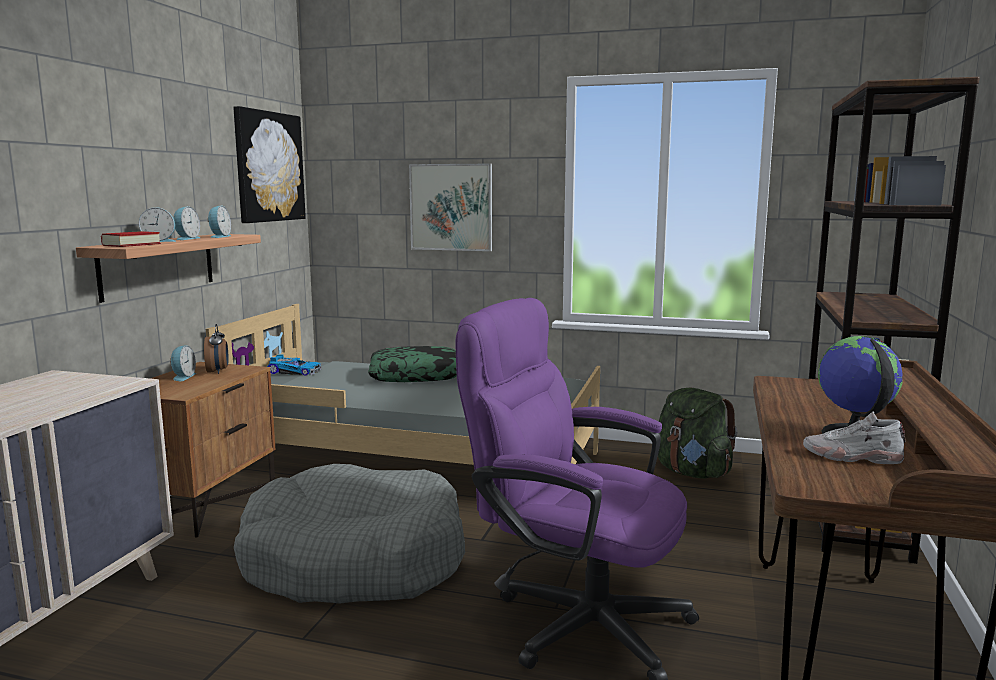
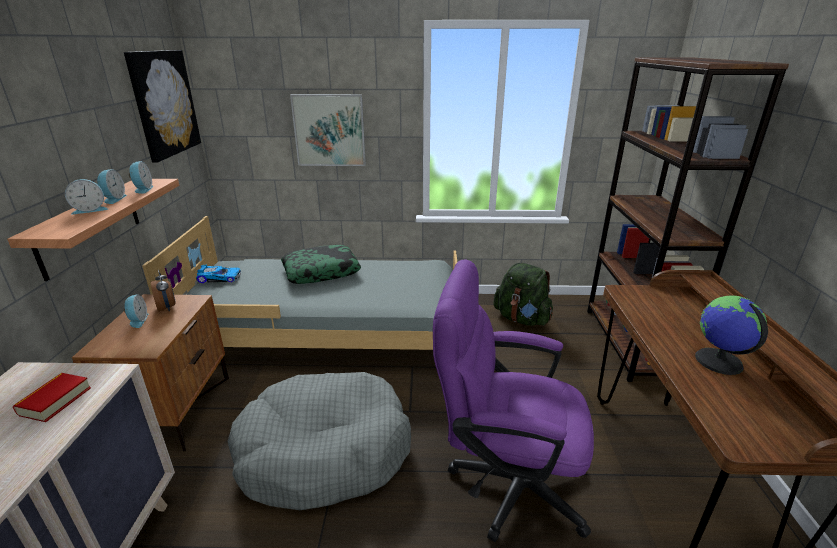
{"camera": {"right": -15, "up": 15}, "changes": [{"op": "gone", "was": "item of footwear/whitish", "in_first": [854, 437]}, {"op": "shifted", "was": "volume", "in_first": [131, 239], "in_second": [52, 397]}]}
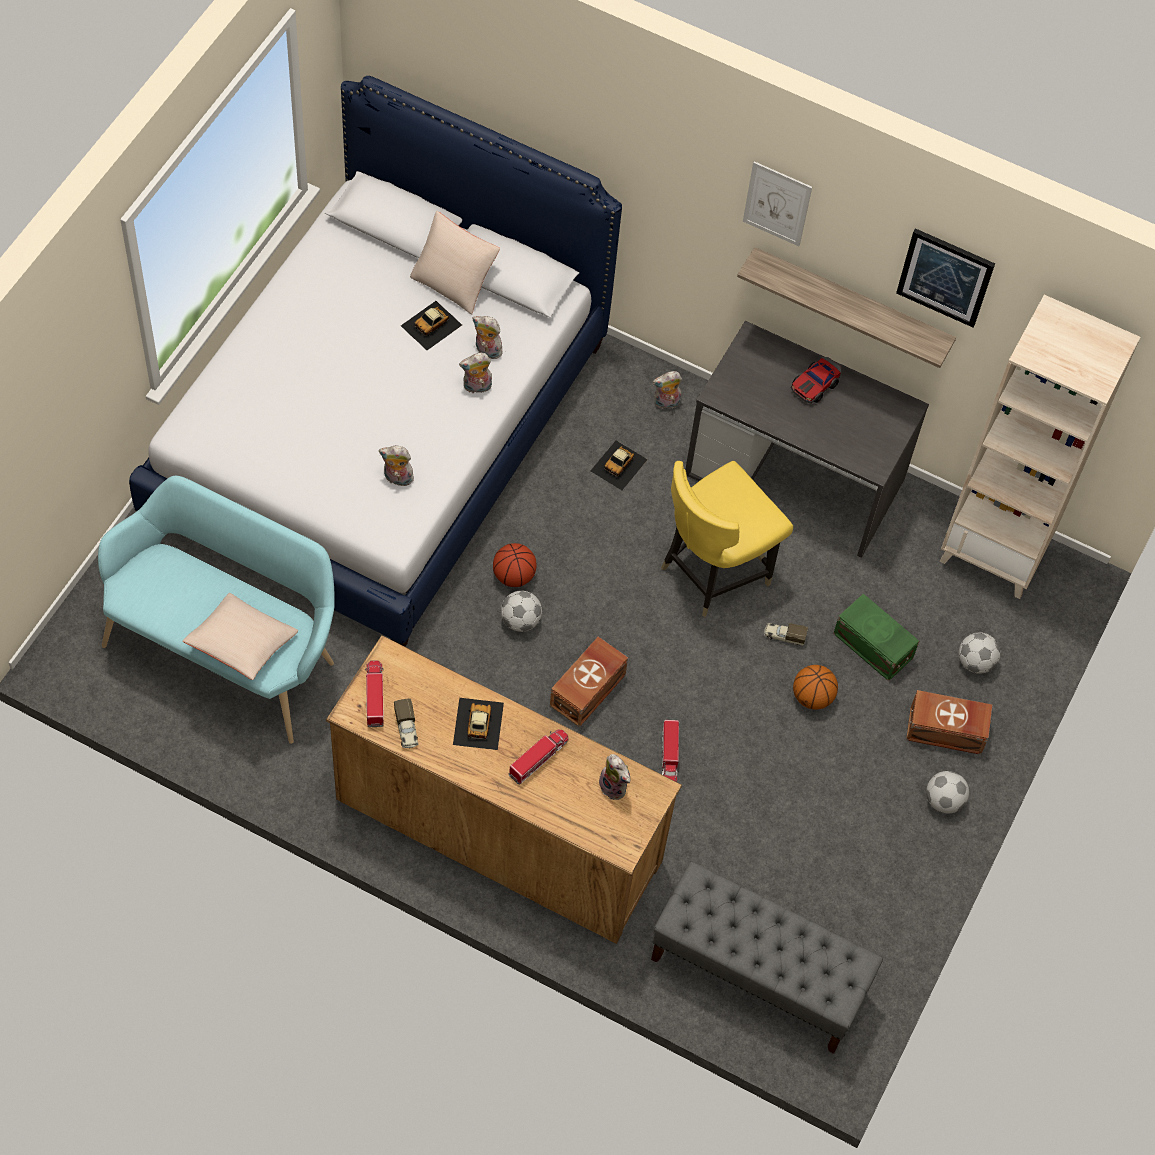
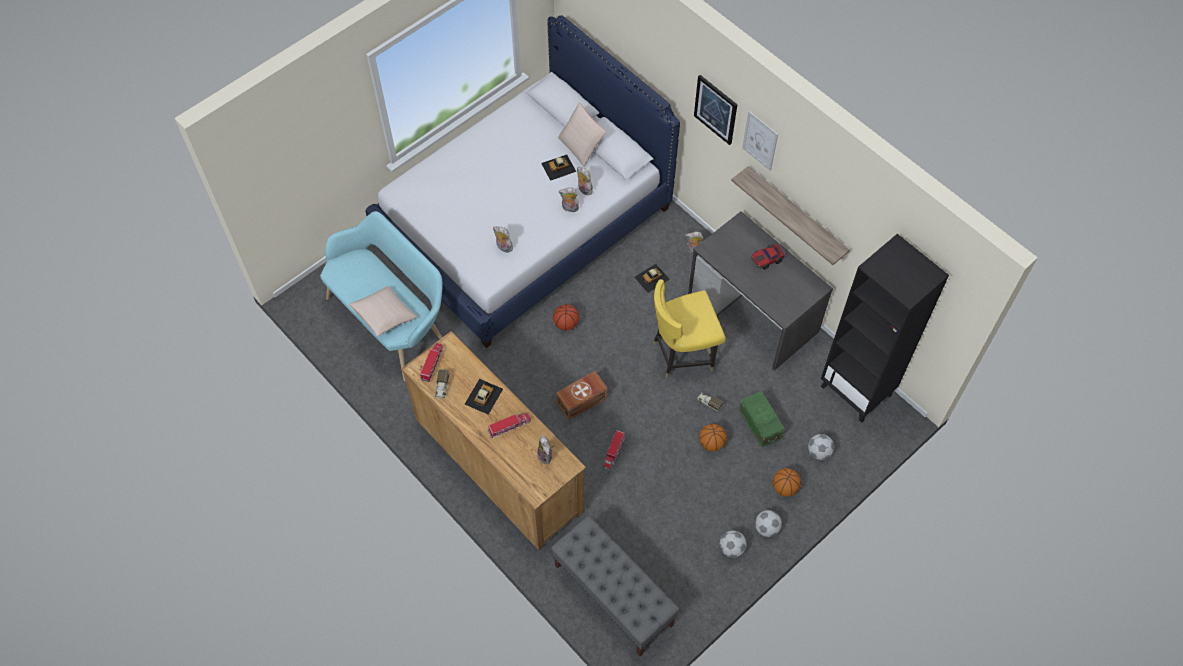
{"camera": {"right": 25, "up": 0}, "changes": [{"op": "shifted", "was": "ball for football", "in_first": [521, 611], "in_second": [733, 544]}, {"op": "shifted", "was": "wall art", "in_first": [945, 277], "in_second": [715, 110]}, {"op": "swapped", "was": "storage container/brownish", "now": "ball for basketball", "in_first": [949, 722], "in_second": [787, 482]}, {"op": "repainted", "was": "bookshelf/beige-coloured", "now": "bookshelf/blackish", "in_first": [1039, 447], "in_second": [885, 328]}]}
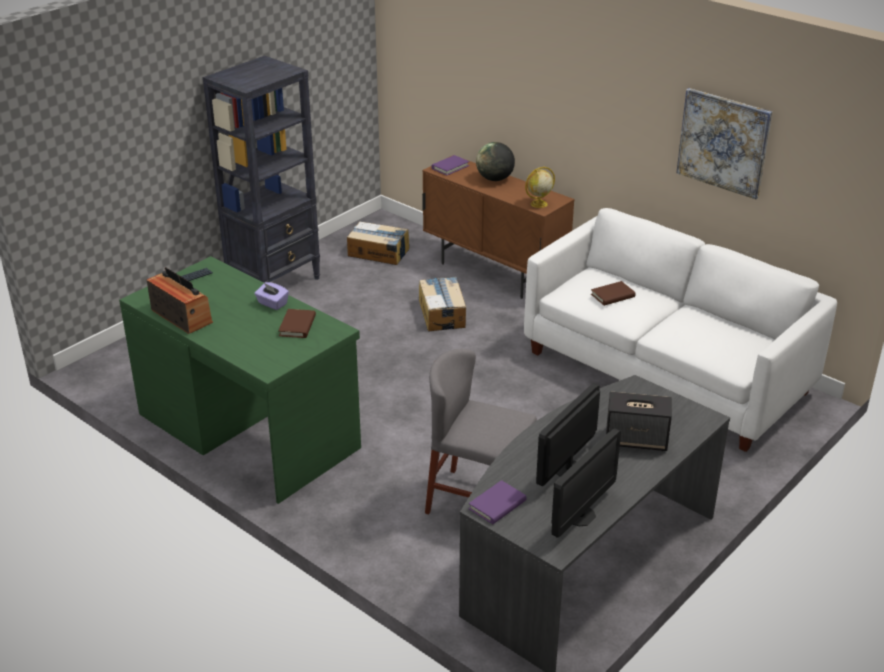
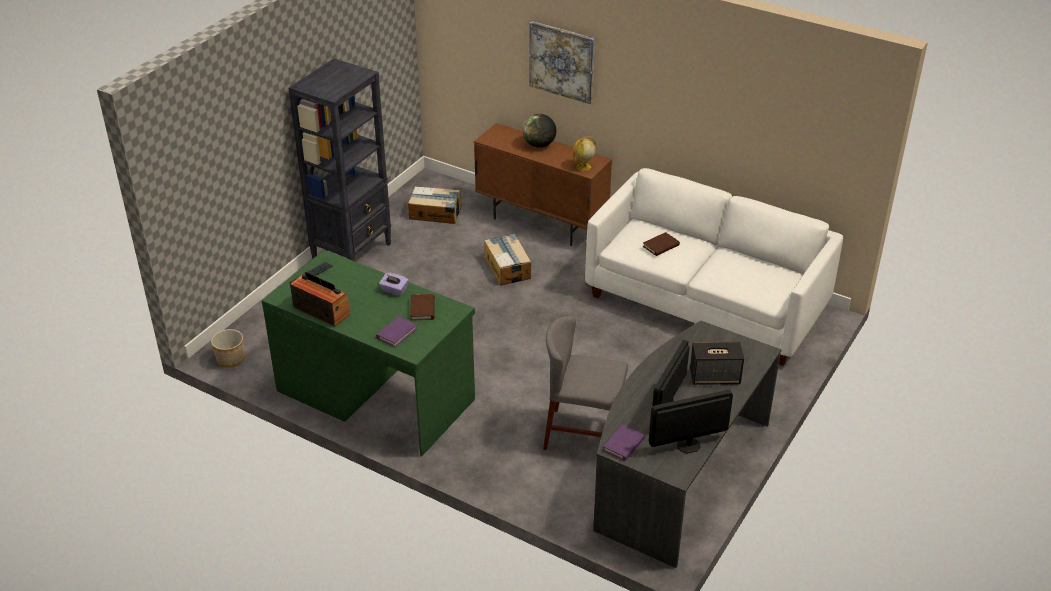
{"camera": {"right": -10, "up": 5}, "changes": [{"op": "new", "now": "flower pot", "in_second": [228, 348]}, {"op": "shifted", "was": "volume/purple", "in_first": [450, 165], "in_second": [397, 331]}, {"op": "shifted", "was": "wall art", "in_first": [724, 143], "in_second": [562, 62]}, {"op": "rotated", "was": "monitor", "in_first": [586, 483], "in_second": [691, 422], "clockwise": -135}]}
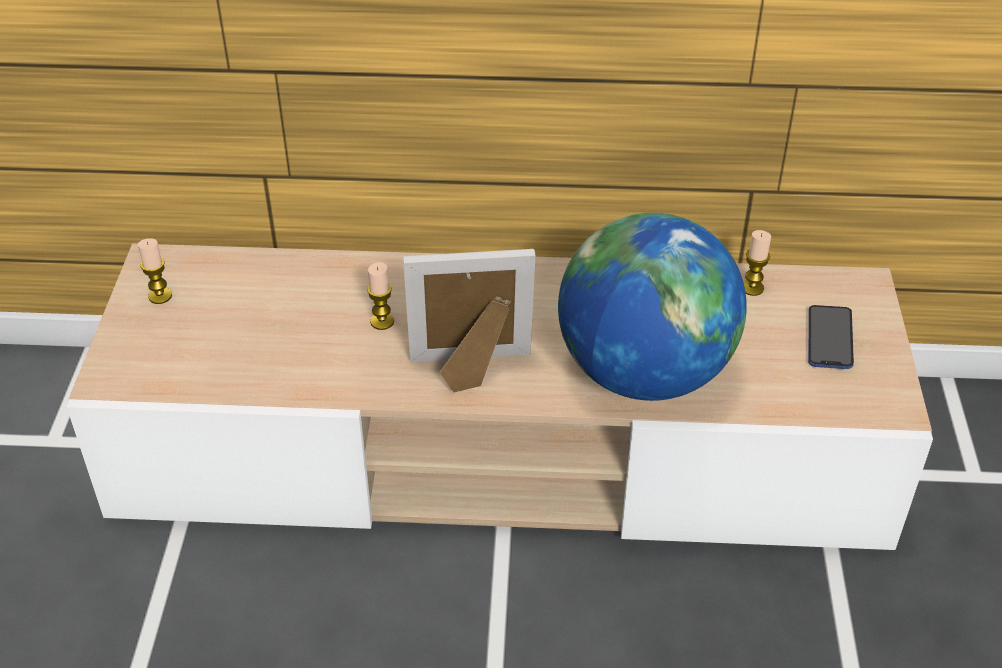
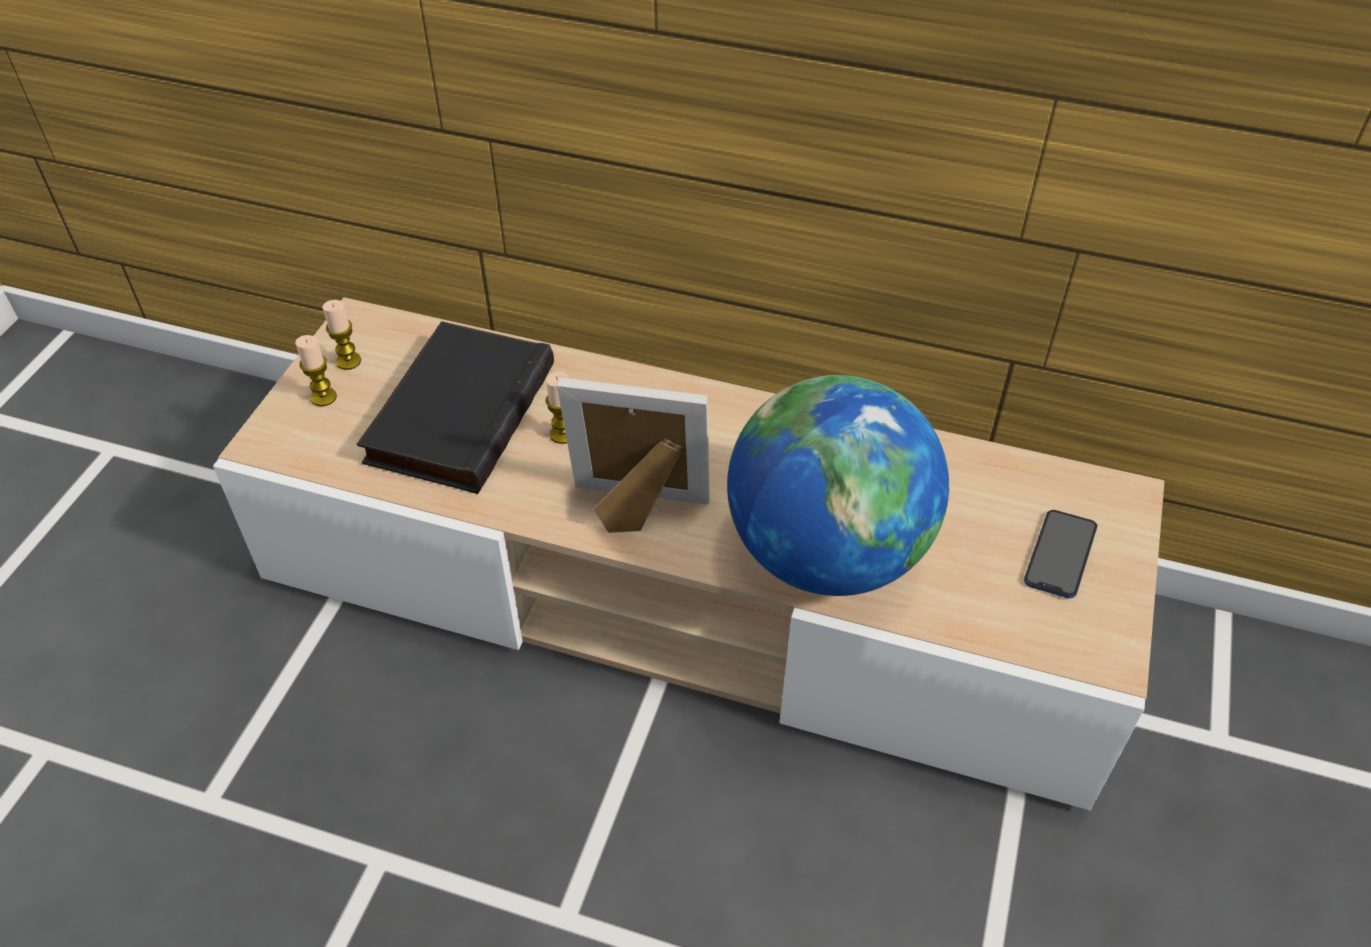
{"camera": {"right": 15, "up": 5}, "changes": [{"op": "new", "now": "volume/blackish", "in_second": [455, 407]}, {"op": "shifted", "was": "wax candle", "in_first": [757, 263], "in_second": [316, 370]}]}
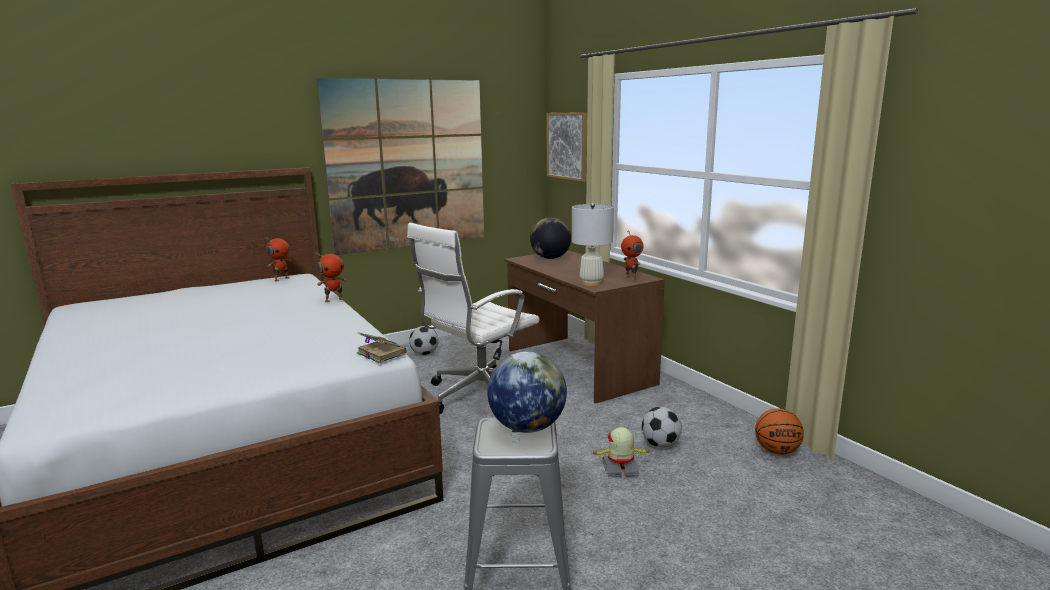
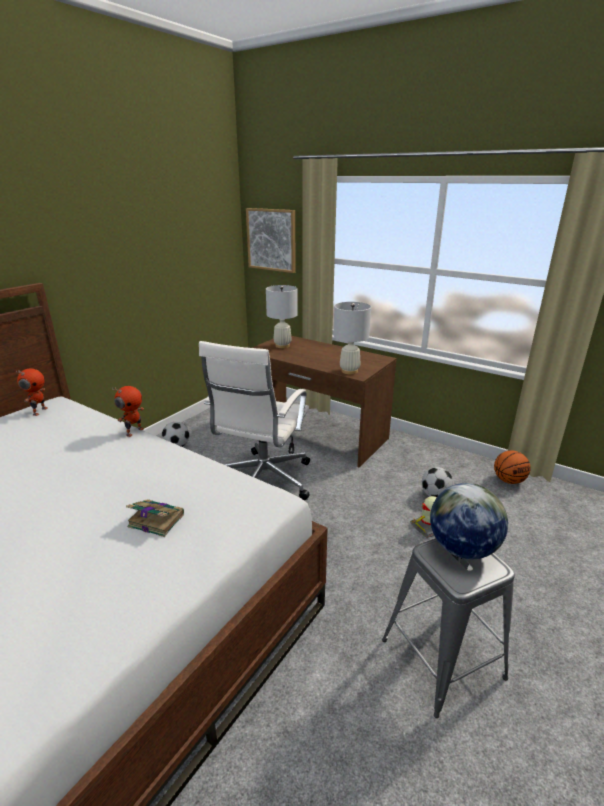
{"camera": {"right": -25, "up": 10}, "changes": [{"op": "gone", "was": "wall art", "in_first": [400, 166]}, {"op": "gone", "was": "robot figure", "in_first": [632, 255]}, {"op": "shifted", "was": "volume", "in_first": [382, 347], "in_second": [155, 518]}, {"op": "swapped", "was": "world globe", "now": "lamp for a table/whitish", "in_first": [550, 238], "in_second": [282, 316]}]}
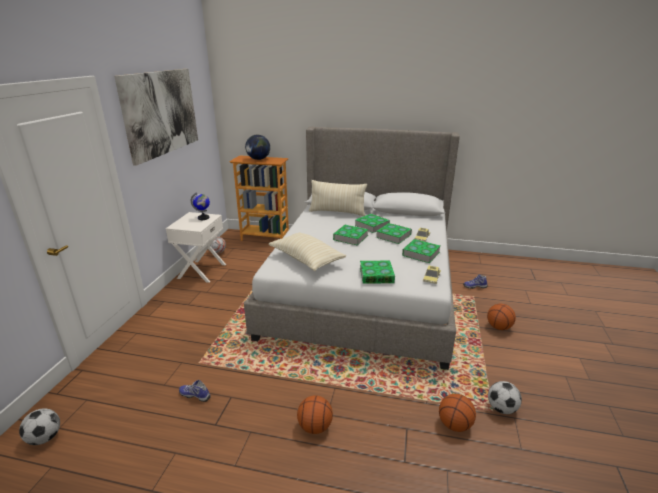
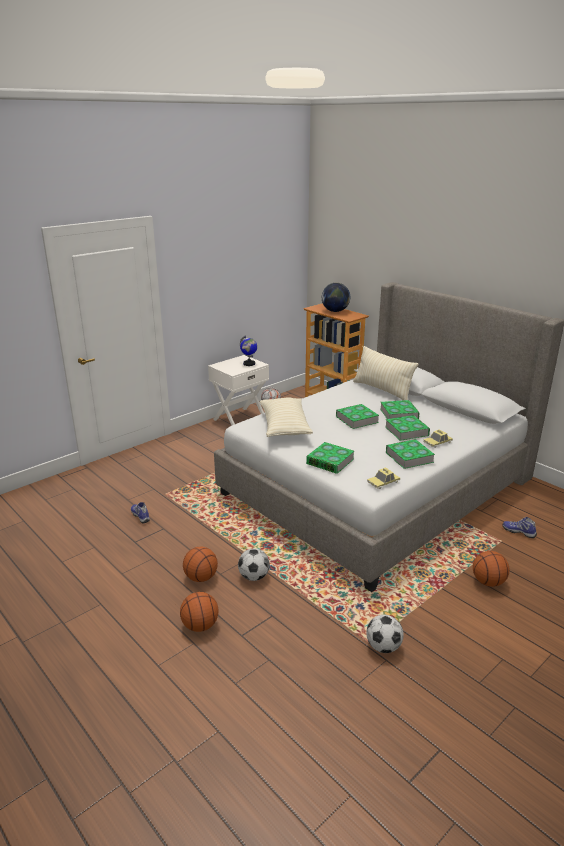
{"camera": {"right": 35, "up": 0}, "changes": [{"op": "gone", "was": "wall art", "in_first": [156, 117]}, {"op": "shifted", "was": "ball for football", "in_first": [39, 426], "in_second": [254, 564]}, {"op": "shifted", "was": "ball for basketball", "in_first": [457, 413], "in_second": [199, 612]}]}
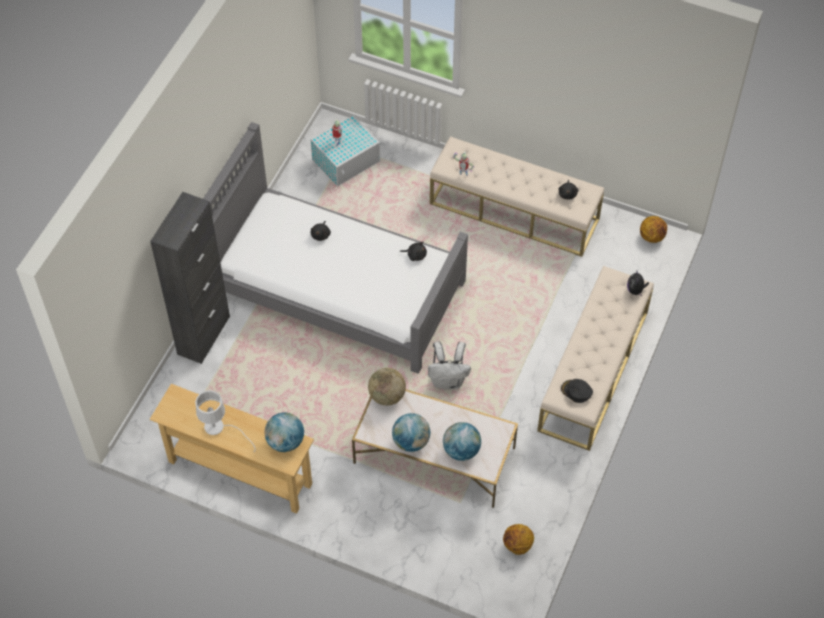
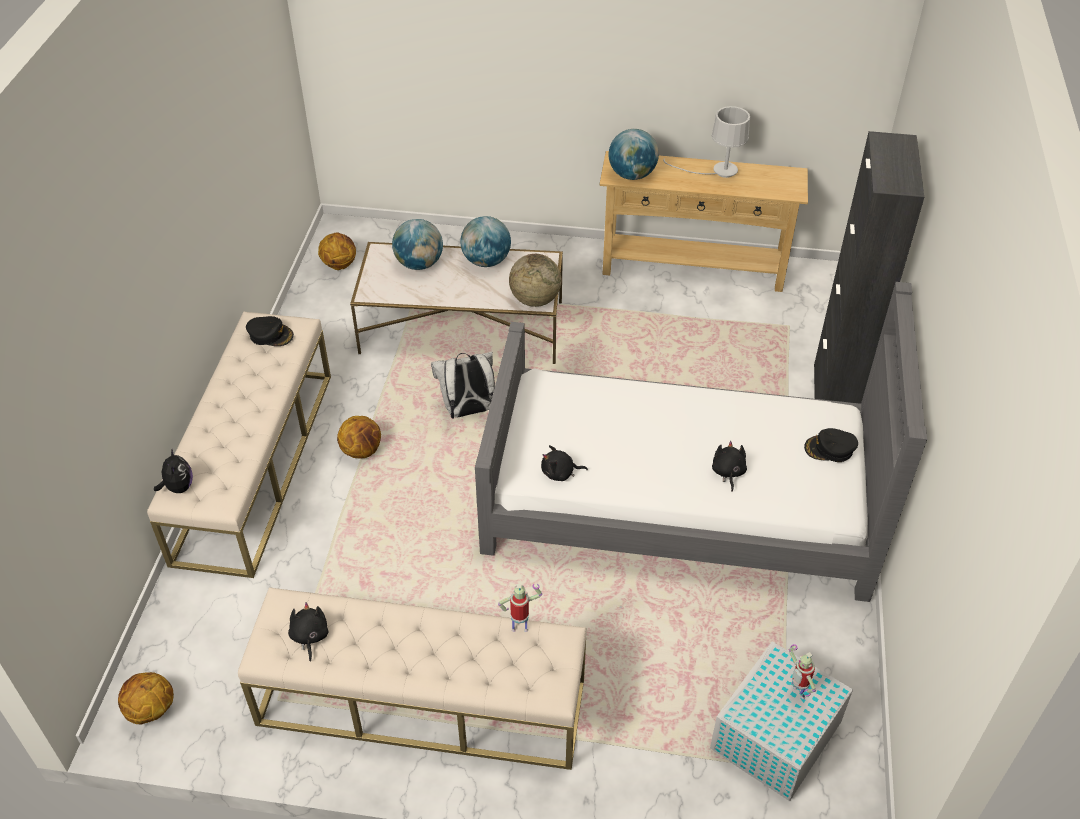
{"camera": {"right": 165, "up": -10}, "changes": [{"op": "new", "now": "ball for basketball", "in_second": [359, 437]}, {"op": "new", "now": "peaked cap/blackish", "in_second": [831, 445]}]}
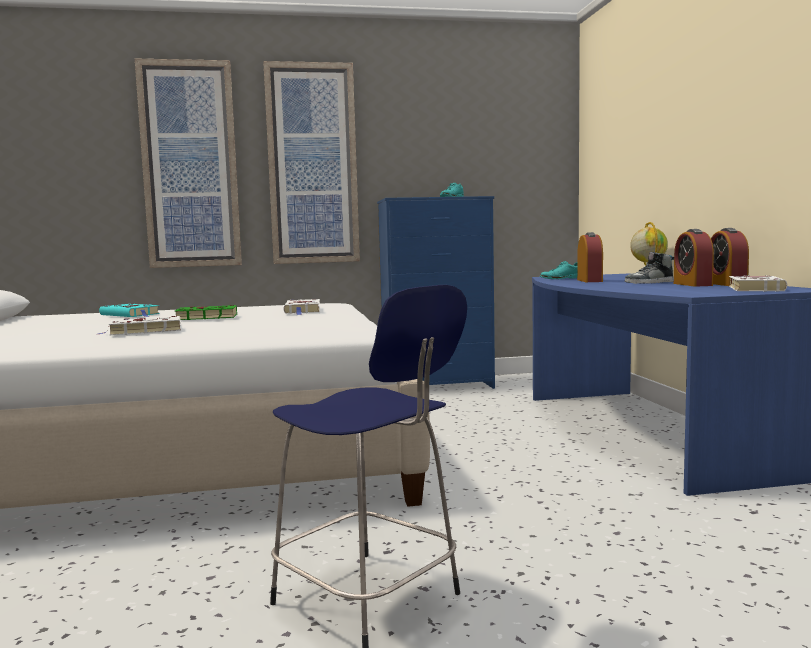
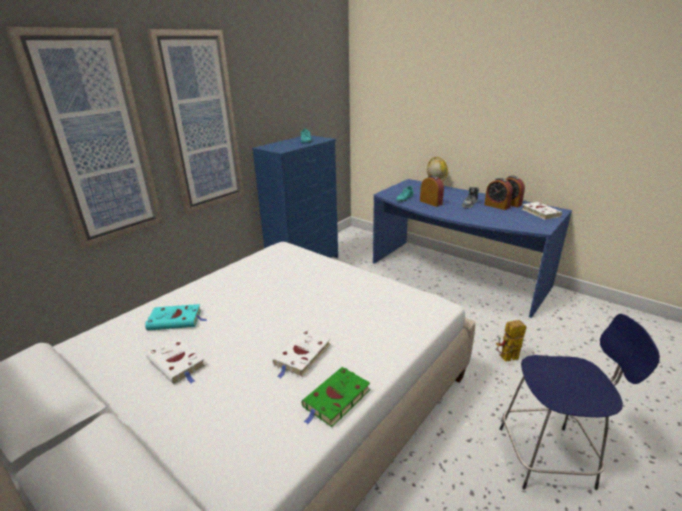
{"camera": {"right": -40, "up": 20}, "changes": [{"op": "new", "now": "robot figure", "in_second": [511, 341]}, {"op": "shifted", "was": "volume/green-coloured", "in_first": [206, 312], "in_second": [335, 397]}, {"op": "shifted", "was": "volume/whitish", "in_first": [301, 307], "in_second": [176, 360]}]}
